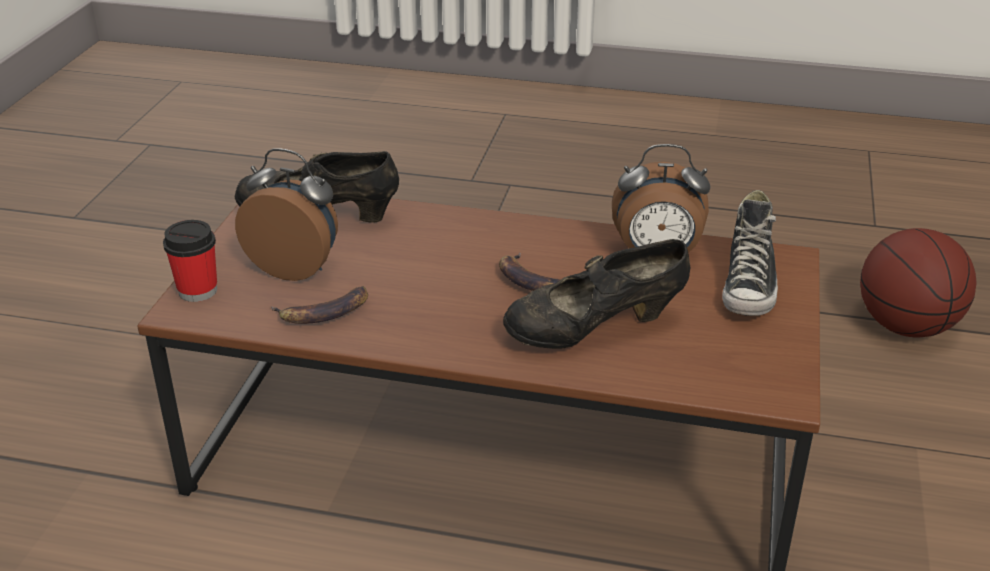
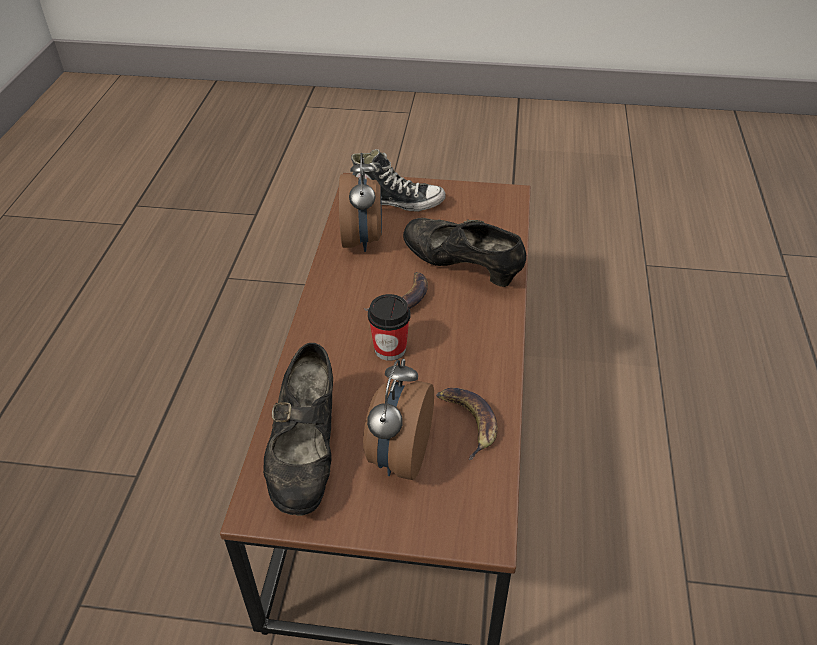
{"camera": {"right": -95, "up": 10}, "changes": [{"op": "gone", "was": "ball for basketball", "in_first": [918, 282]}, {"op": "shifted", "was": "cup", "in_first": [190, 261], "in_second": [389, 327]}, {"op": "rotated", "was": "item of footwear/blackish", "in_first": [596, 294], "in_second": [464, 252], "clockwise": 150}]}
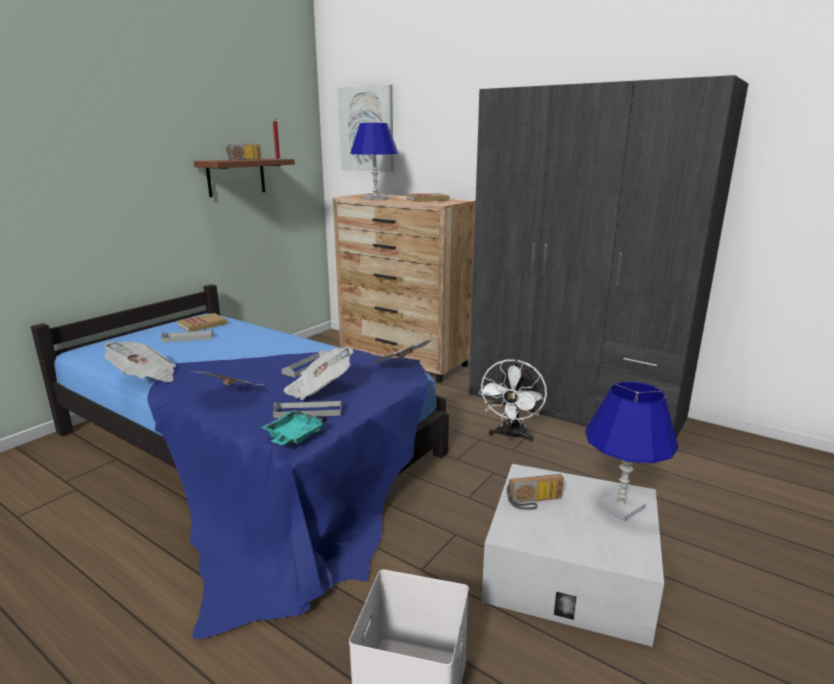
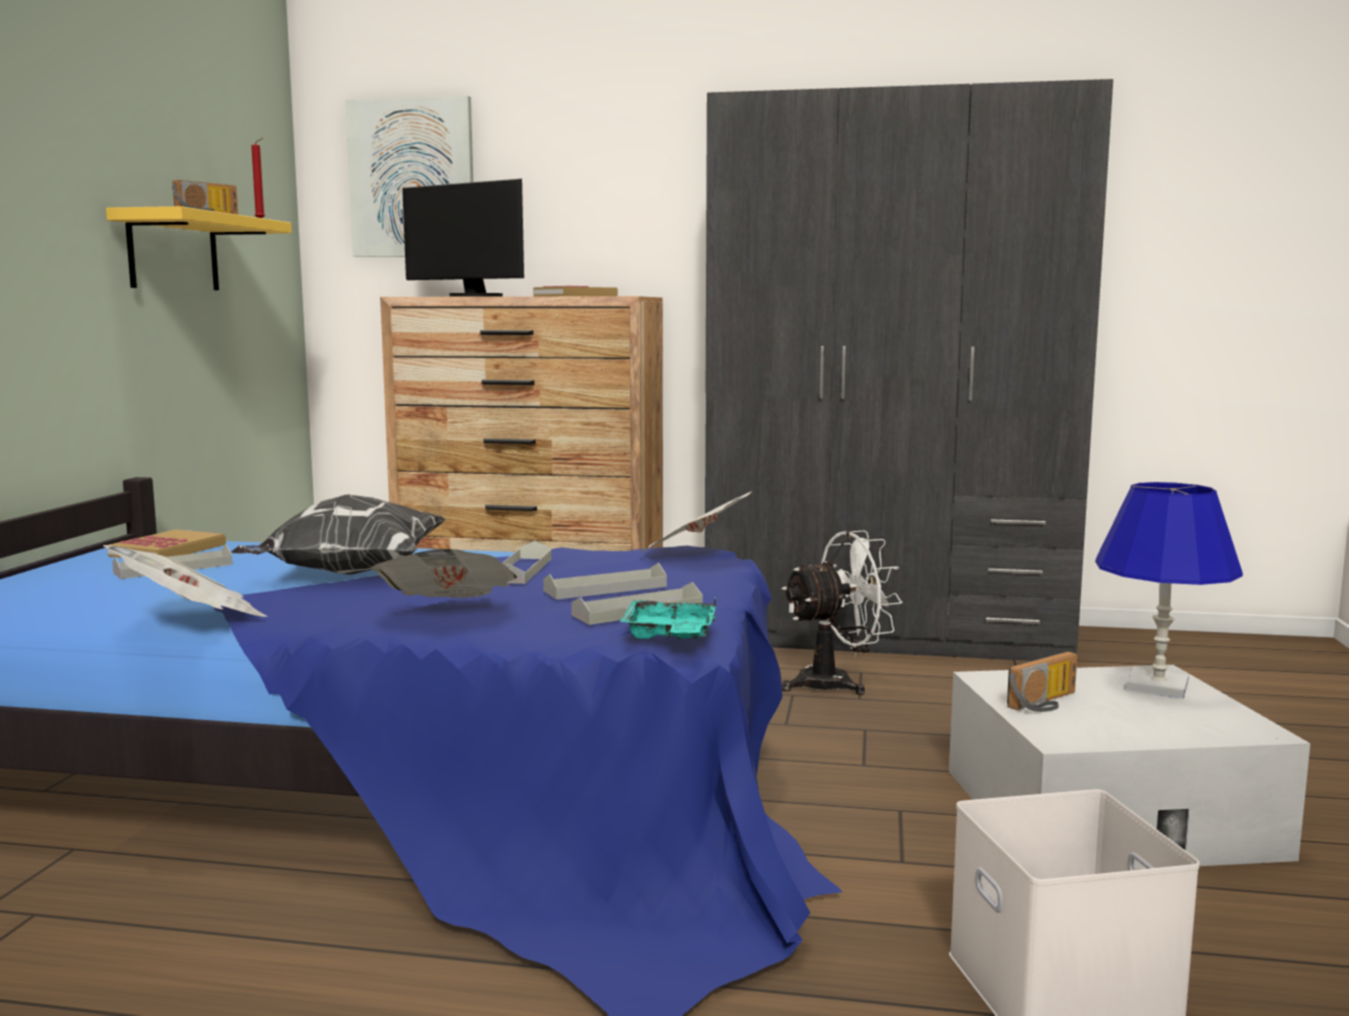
{"camera": {"right": -25, "up": -10}, "changes": [{"op": "new", "now": "throw pillow", "in_second": [338, 534]}, {"op": "swapped", "was": "newspaper", "now": "serving tray/gray", "in_first": [318, 373], "in_second": [605, 581]}, {"op": "swapped", "was": "lamp for a table/bluish", "now": "monitor", "in_first": [374, 161], "in_second": [463, 238]}, {"op": "repainted", "was": "wall shelf/brownish", "now": "wall shelf/yellow-coloured", "in_first": [244, 178], "in_second": [199, 248]}, {"op": "rotated", "was": "fan/whitish", "in_first": [513, 400], "in_second": [842, 612], "clockwise": -105}]}
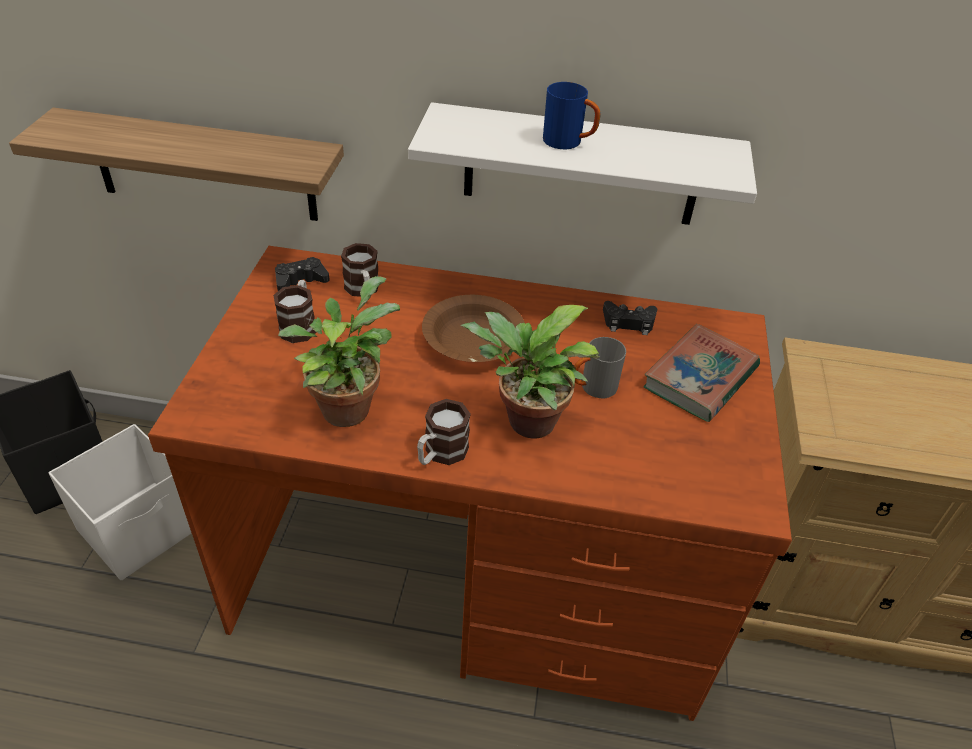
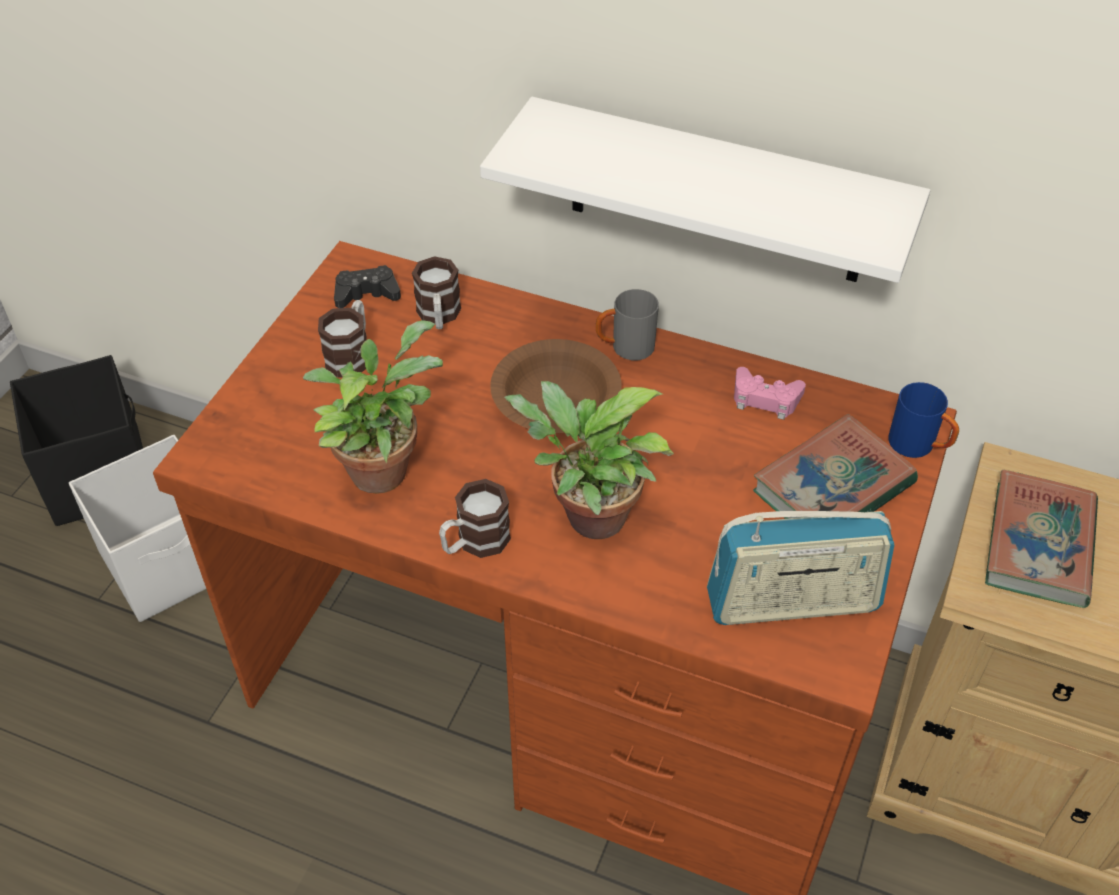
{"camera": {"right": 15, "up": 5}, "changes": [{"op": "gone", "was": "wall shelf", "in_first": [176, 164]}, {"op": "new", "now": "radio receiver", "in_second": [800, 568]}, {"op": "new", "now": "volume", "in_second": [1041, 539]}, {"op": "shifted", "was": "mug/bluish", "in_first": [572, 115], "in_second": [923, 420]}, {"op": "shifted", "was": "mug/gray", "in_first": [600, 368], "in_second": [627, 325]}, {"op": "repainted", "was": "game controller/blackish", "now": "game controller/pinkish", "in_first": [630, 318], "in_second": [770, 393]}]}
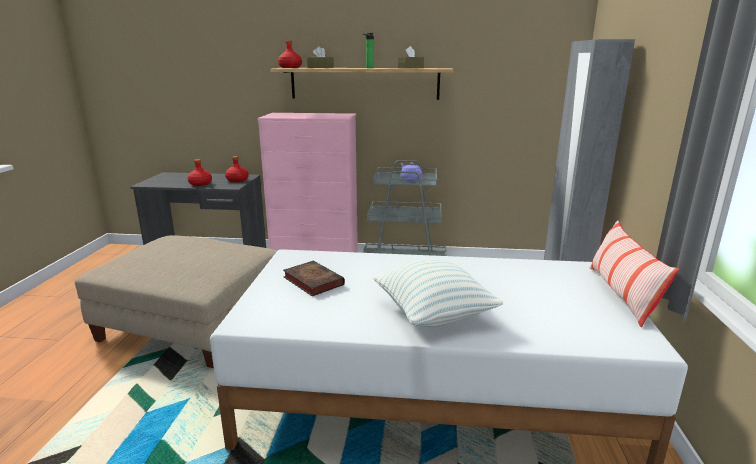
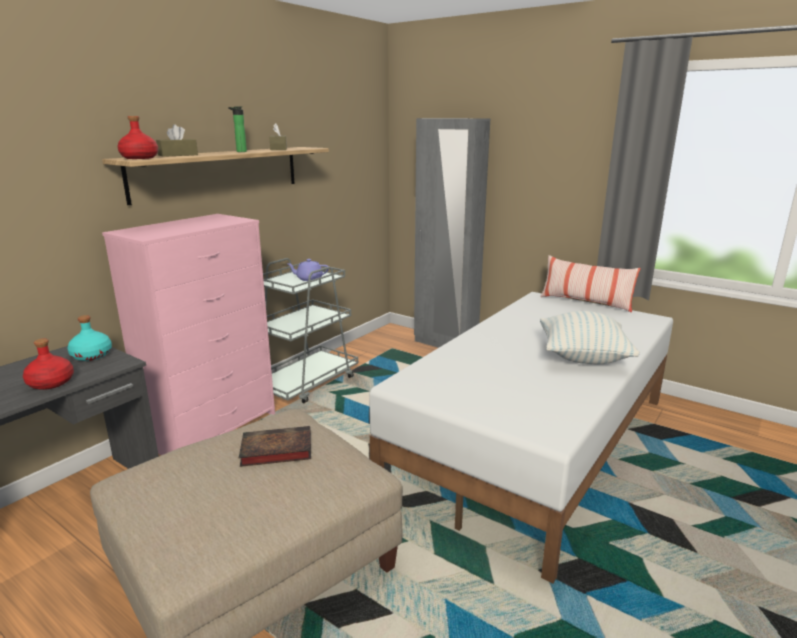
{"camera": {"right": -60, "up": 0}, "changes": [{"op": "shifted", "was": "volume", "in_first": [314, 278], "in_second": [275, 446]}, {"op": "repainted", "was": "drink bottle/red", "now": "drink bottle/blue-green", "in_first": [237, 169], "in_second": [89, 338]}]}
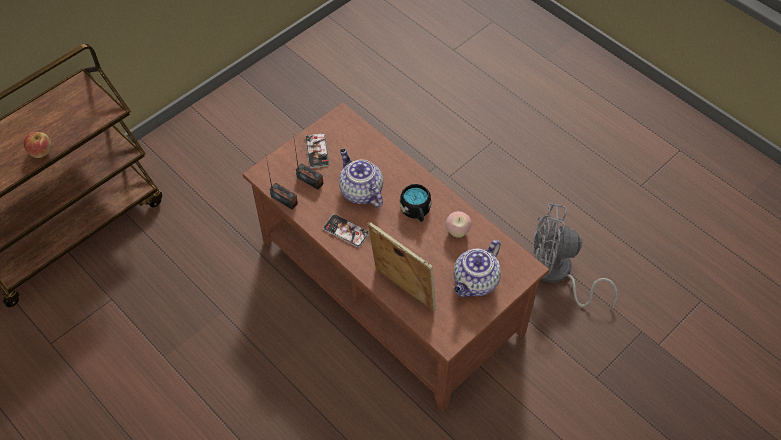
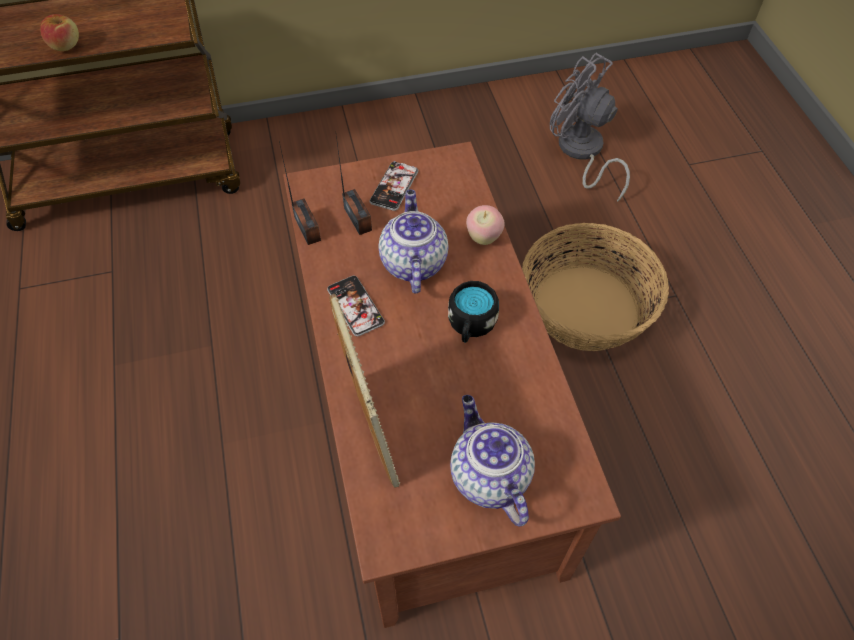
{"camera": {"right": 30, "up": 0}, "changes": [{"op": "new", "now": "storage basket", "in_second": [595, 287]}, {"op": "shifted", "was": "apple", "in_first": [458, 224], "in_second": [485, 225]}, {"op": "shifted", "was": "fan/gray", "in_first": [575, 255], "in_second": [590, 127]}, {"op": "rotated", "was": "teapot", "in_first": [477, 268], "in_second": [492, 461], "clockwise": 90}]}
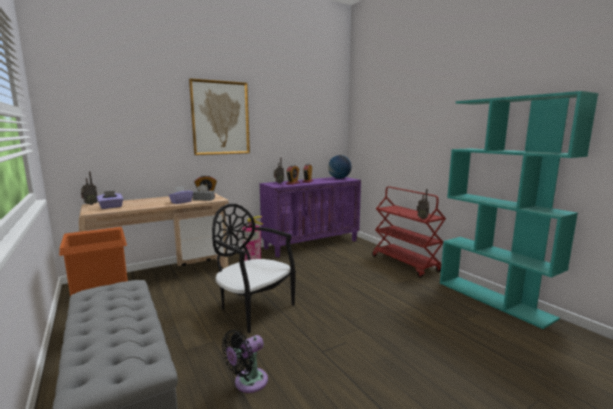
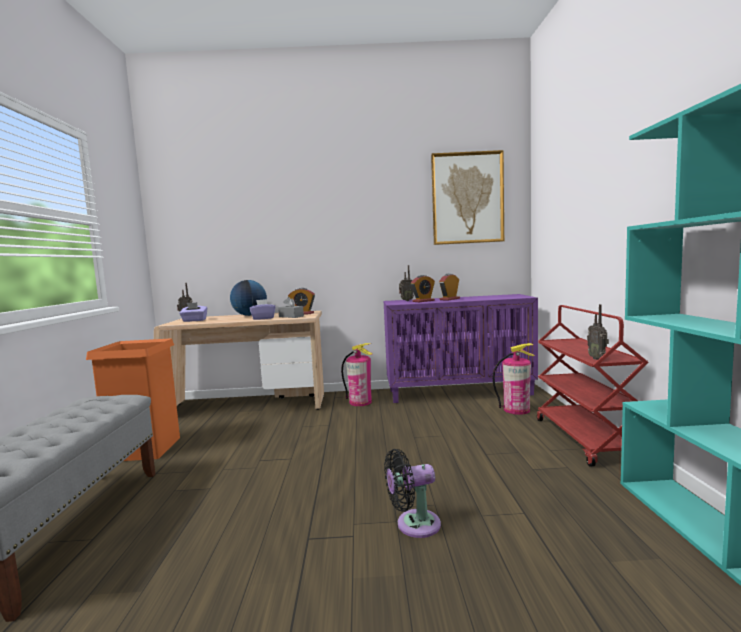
{"camera": {"right": 30, "up": -5}, "changes": [{"op": "gone", "was": "upright chair/blackish", "in_first": [254, 268]}, {"op": "new", "now": "fire-fighting cylinder", "in_second": [513, 379]}, {"op": "shifted", "was": "wall art", "in_first": [219, 116], "in_second": [467, 197]}, {"op": "shifted", "was": "fan/blackish", "in_first": [245, 361], "in_second": [412, 493]}, {"op": "shifted", "was": "world globe", "in_first": [339, 167], "in_second": [248, 298]}]}
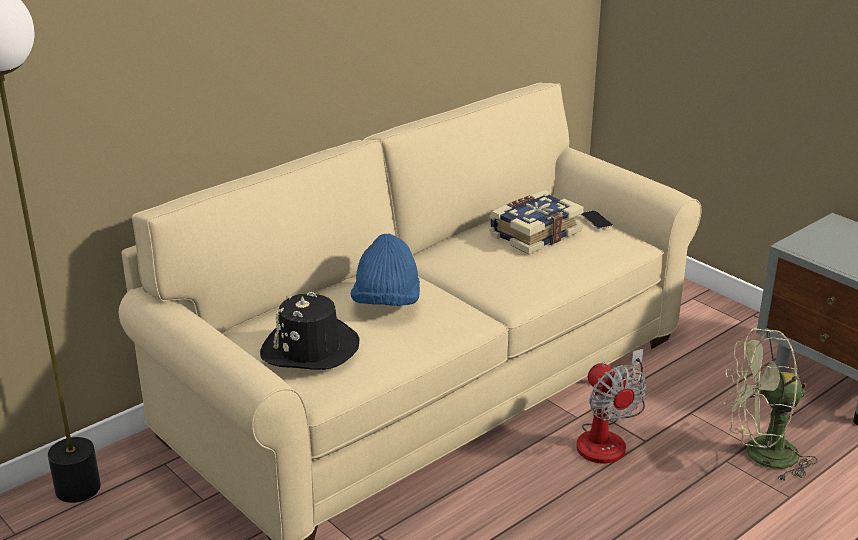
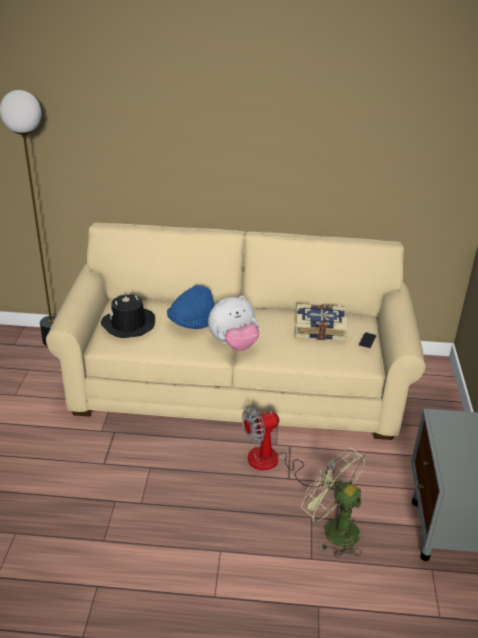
{"camera": {"right": 45, "up": 5}, "changes": [{"op": "new", "now": "soft toy", "in_second": [233, 323]}, {"op": "rotated", "was": "fan", "in_first": [611, 406], "in_second": [289, 446], "clockwise": 45}]}
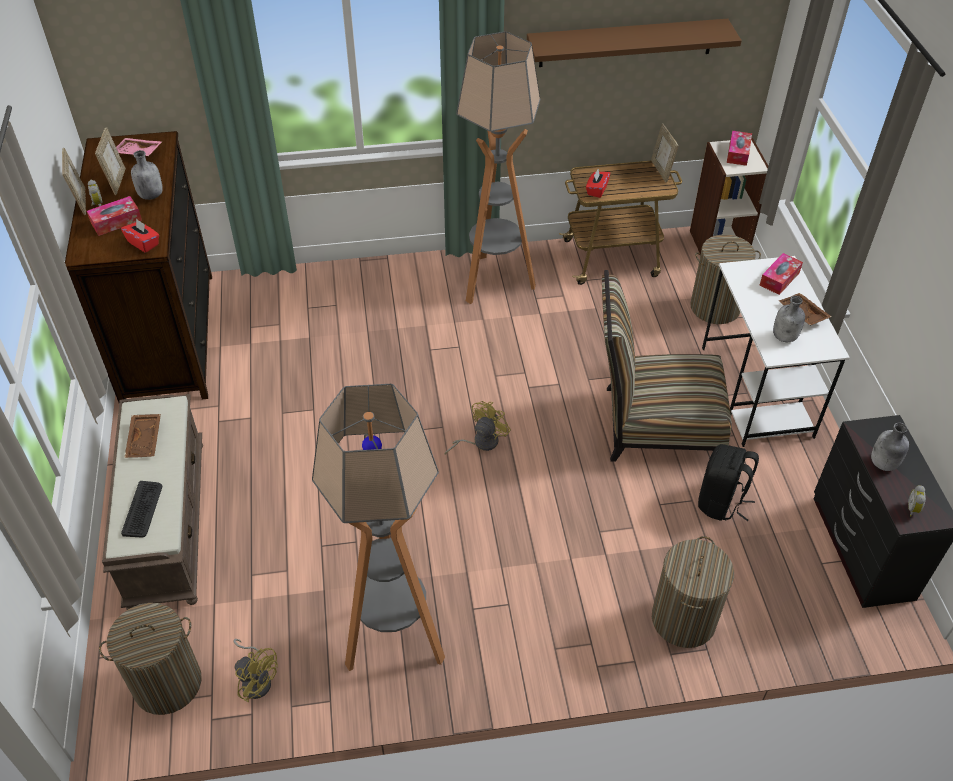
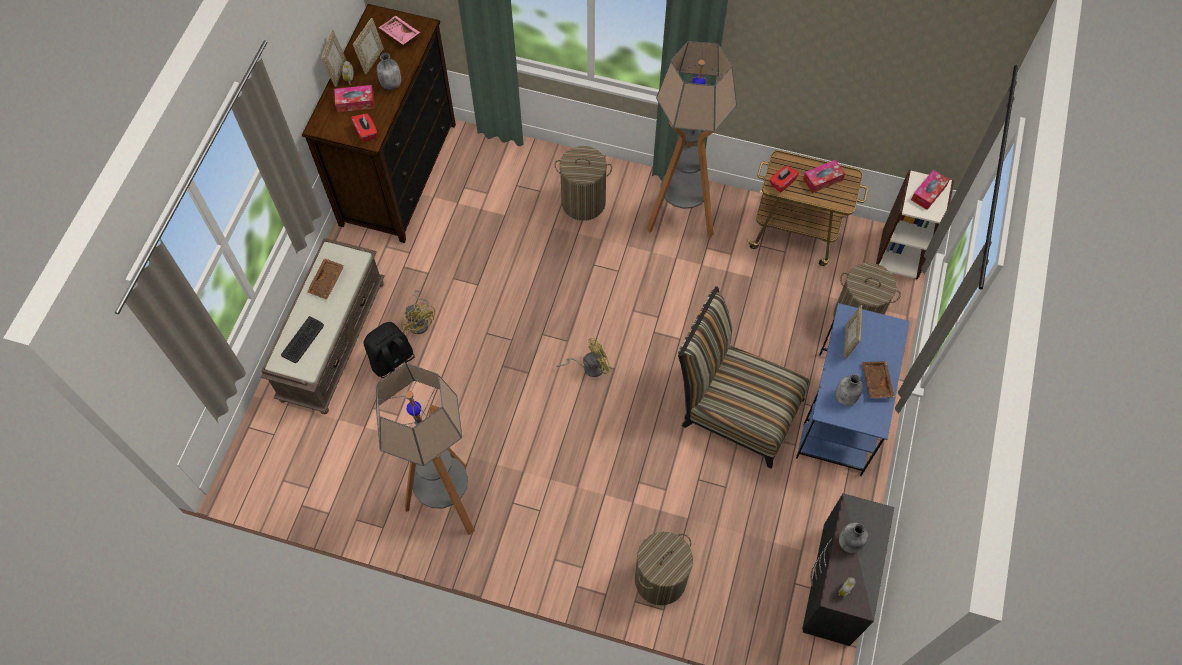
{"camera": {"right": 25, "up": 15}, "changes": [{"op": "gone", "was": "wall shelf/brownish", "in_first": [634, 43]}, {"op": "shifted", "was": "laundry basket", "in_first": [150, 659], "in_second": [583, 183]}, {"op": "shifted", "was": "fan/yellow-coloured", "in_first": [255, 670], "in_second": [418, 312]}, {"op": "shifted", "was": "picture frame", "in_first": [664, 153], "in_second": [853, 332]}, {"op": "shifted", "was": "backpack/blackish", "in_first": [728, 482], "in_second": [389, 350]}, {"op": "shifted", "was": "tissue box", "in_first": [781, 274], "in_second": [824, 176]}, {"op": "repainted", "was": "desk unit/whitish", "now": "desk unit/bluish", "in_first": [776, 351], "in_second": [853, 389]}]}
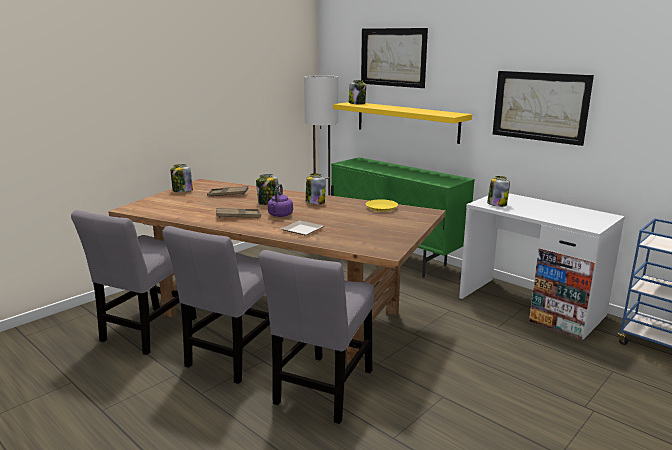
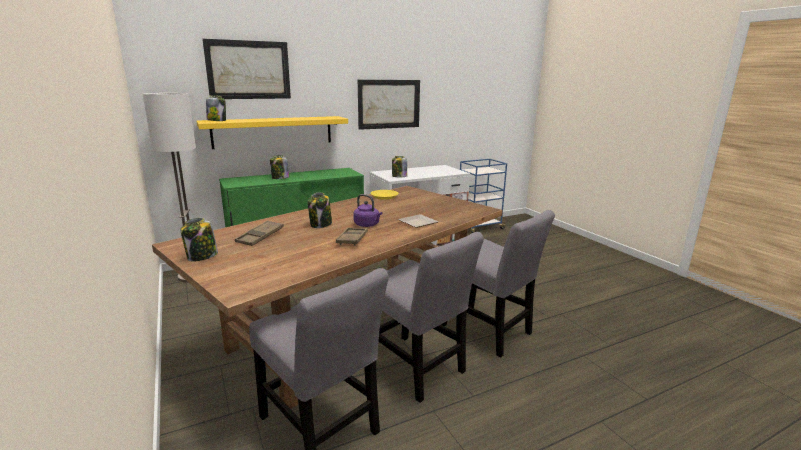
{"camera": {"right": -70, "up": 0}, "changes": [{"op": "shifted", "was": "storage jar", "in_first": [316, 188], "in_second": [279, 167]}]}
